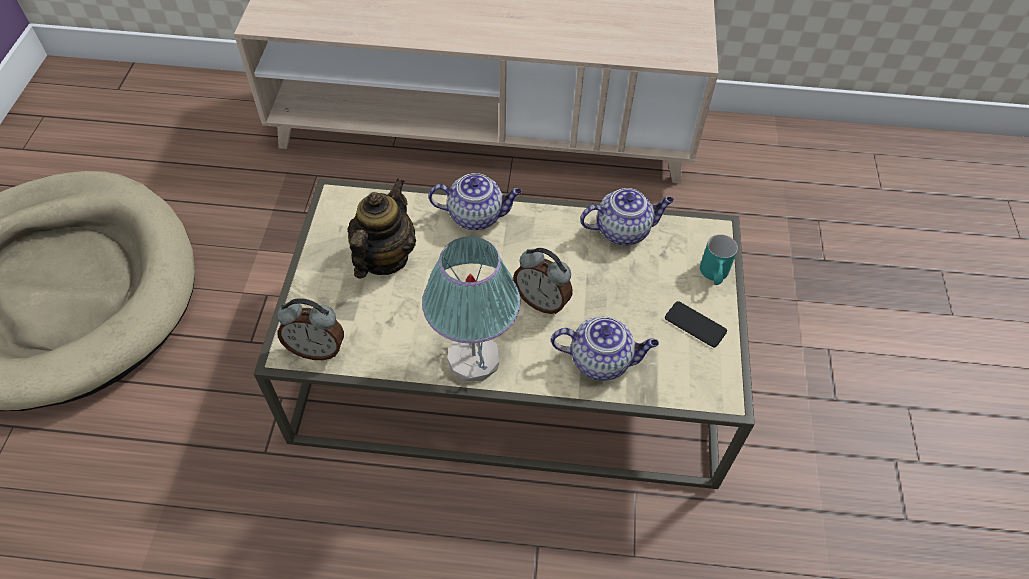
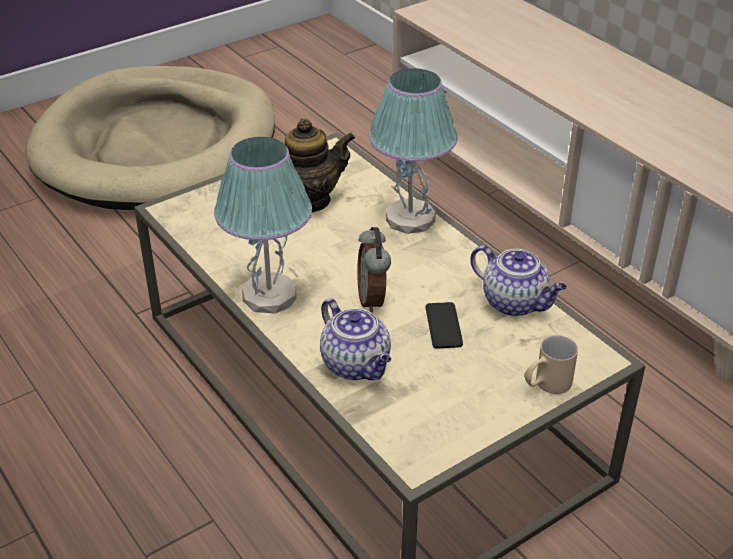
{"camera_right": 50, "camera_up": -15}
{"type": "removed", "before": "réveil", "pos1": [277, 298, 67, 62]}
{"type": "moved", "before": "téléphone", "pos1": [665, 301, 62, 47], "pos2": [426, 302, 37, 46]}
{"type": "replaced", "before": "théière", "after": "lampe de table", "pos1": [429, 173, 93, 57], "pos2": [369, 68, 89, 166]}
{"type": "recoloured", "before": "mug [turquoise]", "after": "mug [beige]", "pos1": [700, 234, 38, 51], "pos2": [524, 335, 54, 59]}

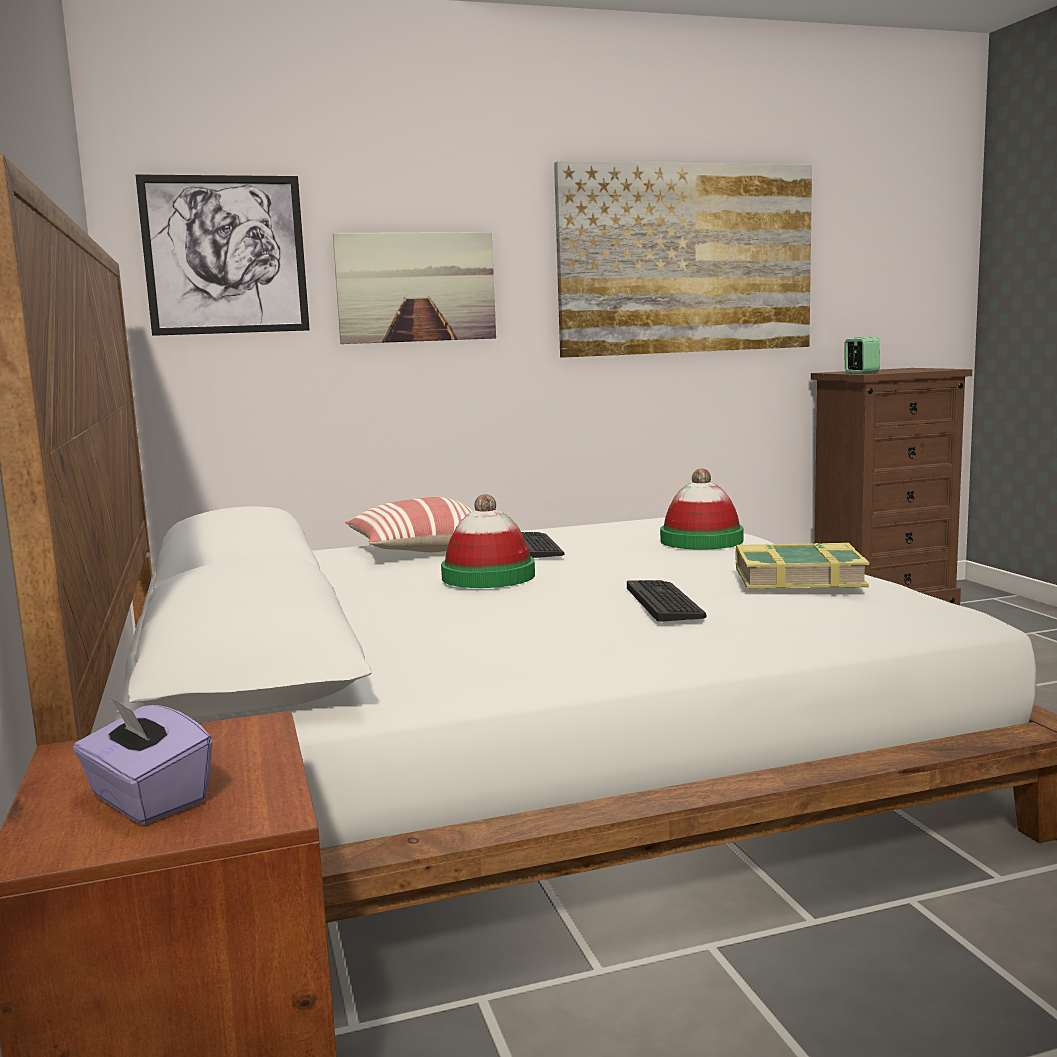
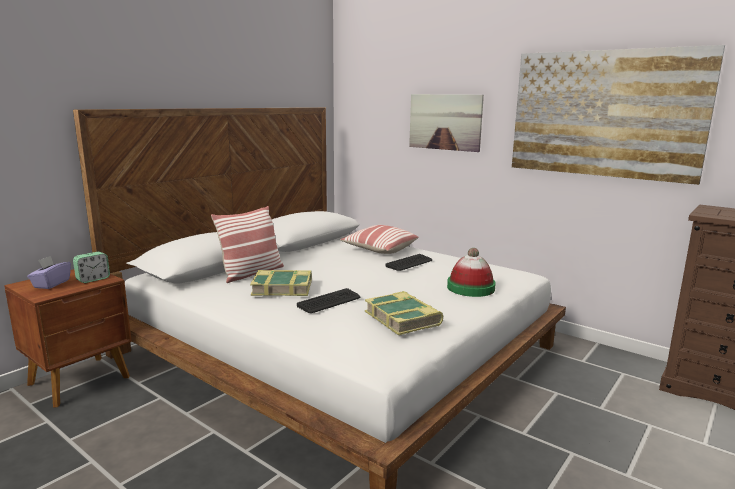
{"camera_right": 55, "camera_up": 5}
{"type": "removed", "before": "tableau", "pos1": [136, 174, 174, 162]}
{"type": "removed", "before": "chapeau", "pos1": [441, 494, 94, 94]}
{"type": "added", "after": "coussin", "pos2": [211, 206, 73, 77]}
{"type": "added", "after": "livre", "pos2": [250, 270, 62, 26]}
{"type": "moved", "before": "réveil", "pos1": [844, 337, 36, 37], "pos2": [73, 252, 37, 31]}

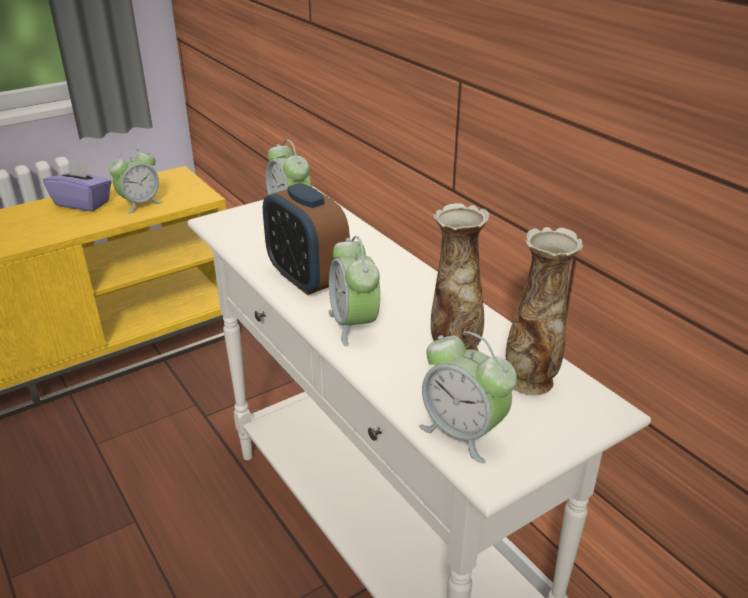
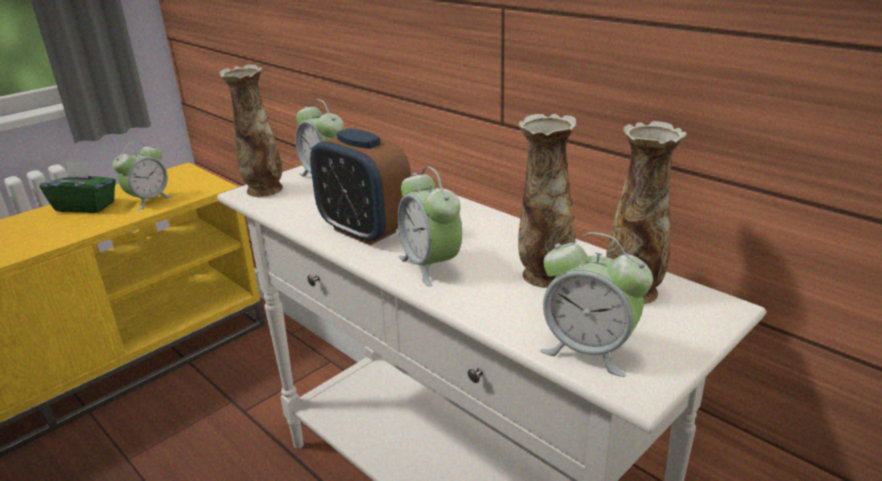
{"camera_right": -10, "camera_up": -5}
{"type": "added", "after": "vase", "pos2": [220, 65, 63, 132]}
{"type": "recoloured", "before": "boîte à mouchoirs [violet]", "after": "boîte à mouchoirs [vert]", "pos1": [43, 159, 69, 53], "pos2": [40, 162, 76, 51]}

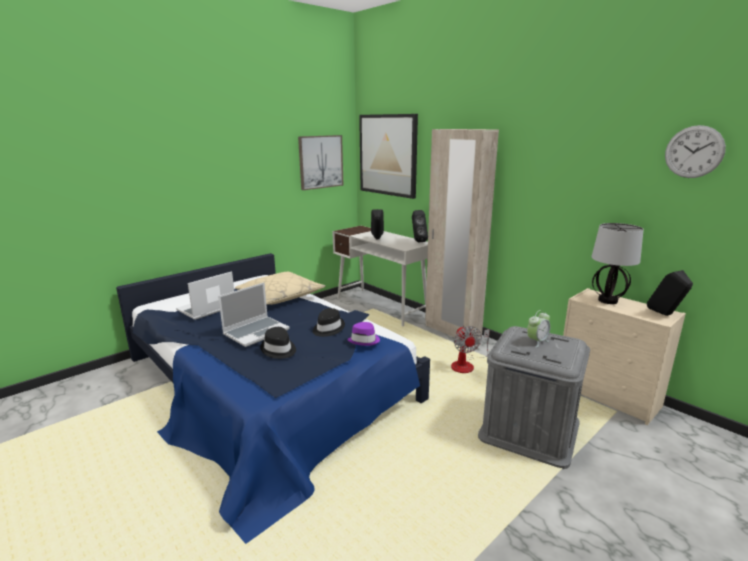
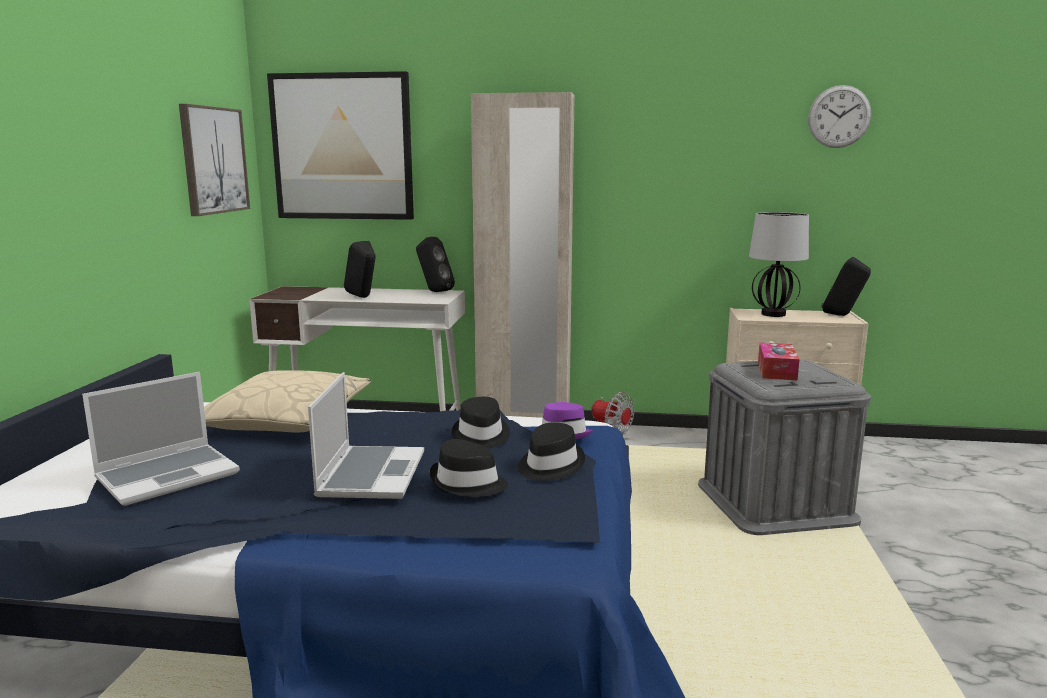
{"camera_right": -40, "camera_up": -5}
{"type": "added", "after": "chapeau [noir]", "pos2": [518, 423, 67, 58]}
{"type": "replaced", "before": "réveil", "after": "boîte à mouchoirs", "pos1": [527, 310, 23, 37], "pos2": [758, 342, 42, 38]}
{"type": "turned", "before": "ordinateur portable", "pos1": [176, 271, 58, 49], "pos2": [82, 372, 158, 134], "turn": -135}

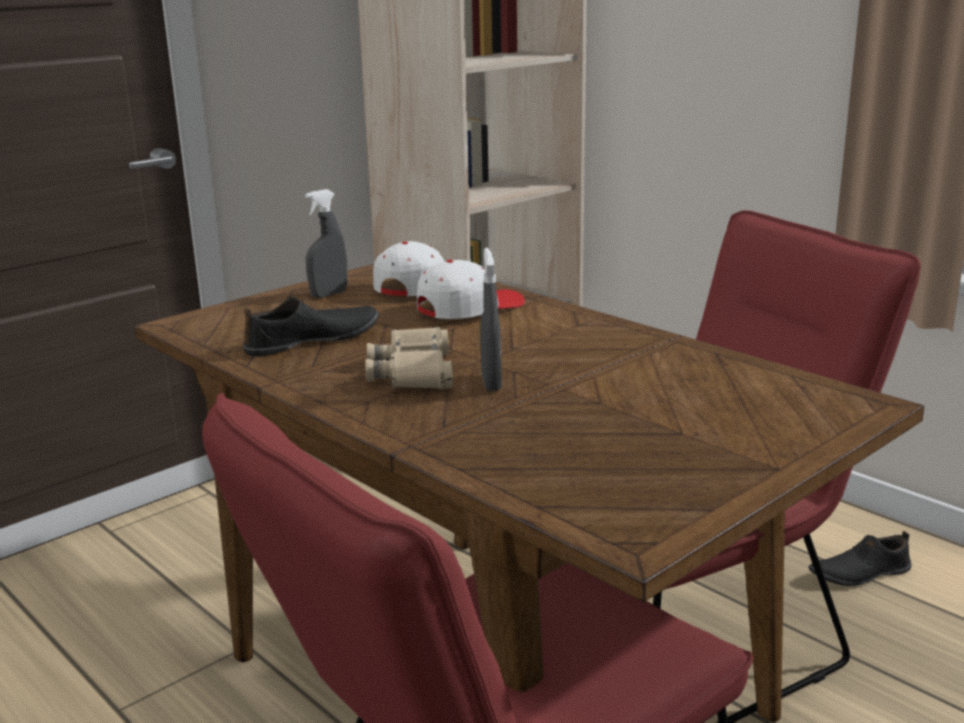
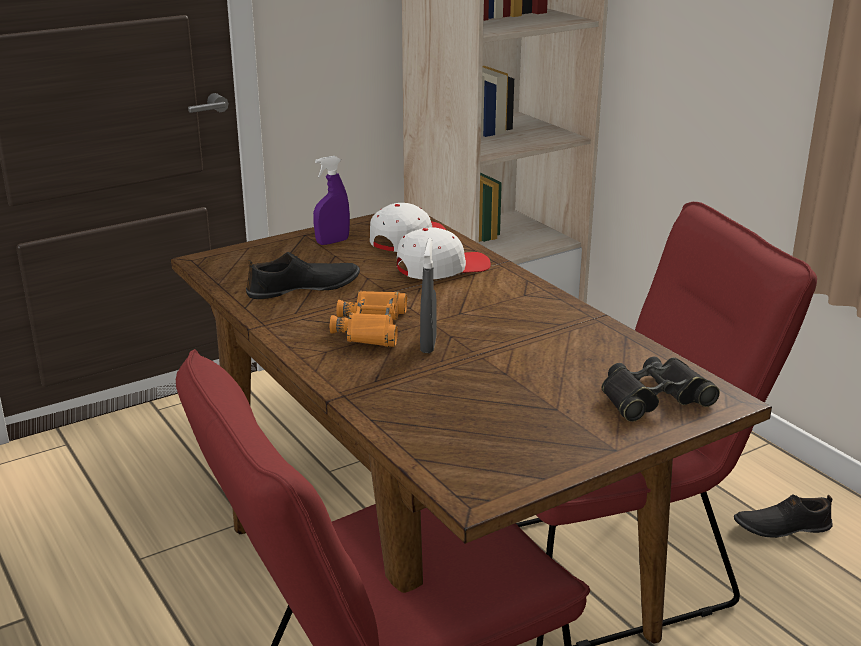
{"camera_right": 10, "camera_up": 5}
{"type": "added", "after": "jumelles [noir]", "pos2": [601, 357, 119, 65]}
{"type": "recoloured", "before": "vaporisateur [gris]", "after": "vaporisateur [violet]", "pos1": [305, 189, 42, 109], "pos2": [313, 156, 37, 89]}
{"type": "recoloured", "before": "jumelles [beige]", "after": "jumelles [orange]", "pos1": [365, 327, 88, 62], "pos2": [330, 291, 77, 56]}

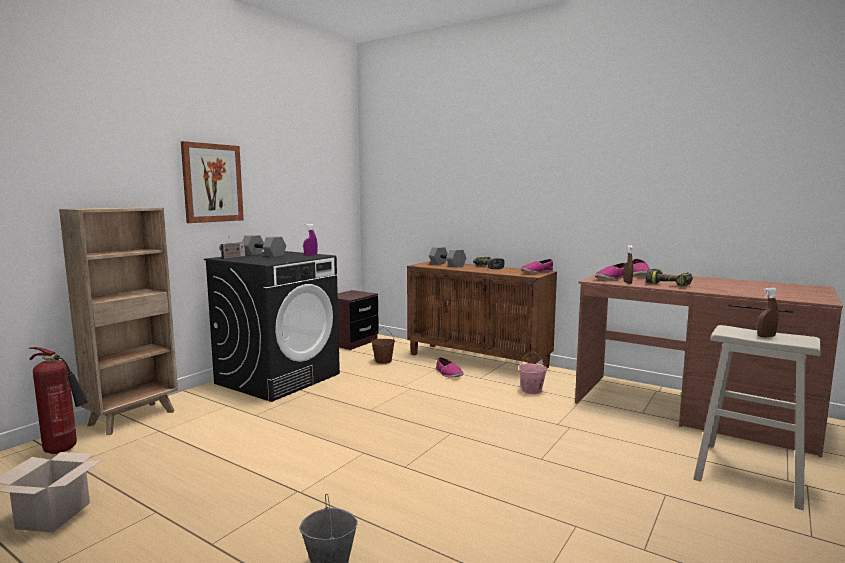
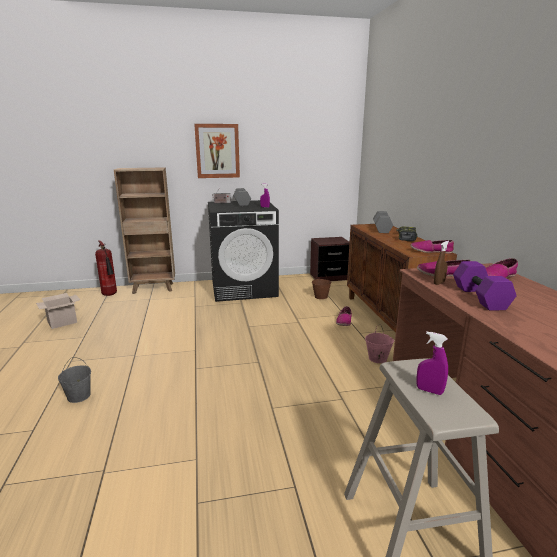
{"camera_right": 45, "camera_up": 10}
{"type": "replaced", "before": "perceuse", "after": "haltère [violet]", "pos1": [646, 269, 47, 18], "pos2": [453, 261, 64, 50]}
{"type": "recoloured", "before": "vaporisateur [marron]", "after": "vaporisateur [violet]", "pos1": [757, 288, 21, 49], "pos2": [416, 331, 32, 64]}

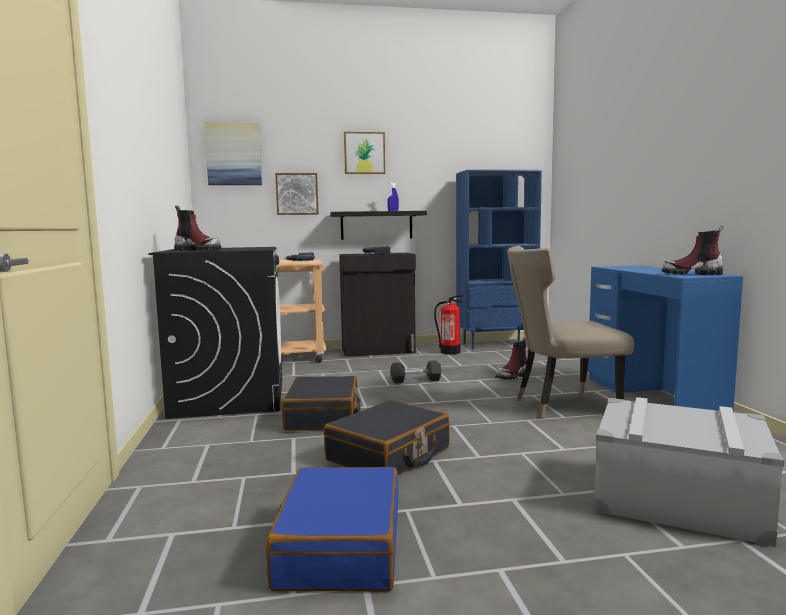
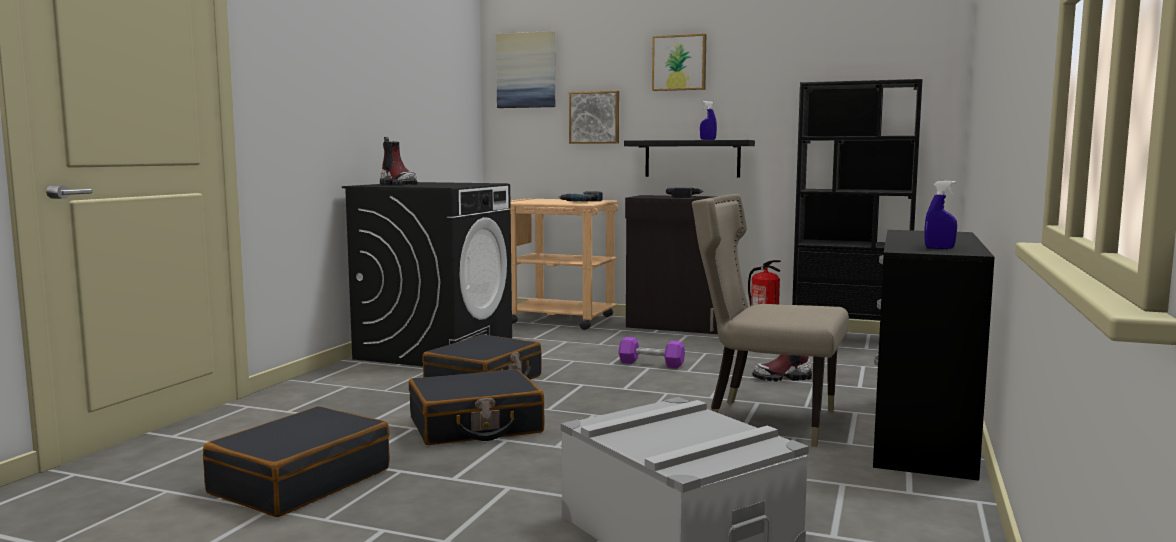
{"camera_right": 30, "camera_up": 0}
{"type": "replaced", "before": "botte", "after": "vaporisateur [bleu]", "pos1": [662, 226, 62, 49], "pos2": [924, 181, 33, 68]}
{"type": "recoloured", "before": "valise [bleu]", "after": "valise [noir]", "pos1": [266, 467, 133, 125], "pos2": [203, 406, 187, 111]}
{"type": "recoloured", "before": "haltère [noir]", "after": "haltère [violet]", "pos1": [391, 360, 51, 23], "pos2": [618, 337, 67, 31]}
{"type": "recoloured", "before": "bibliothèque [bleu]", "after": "bibliothèque [noir]", "pos1": [456, 170, 86, 179], "pos2": [792, 79, 131, 241]}
{"type": "recoloured", "before": "bureau [bleu]", "after": "bureau [noir]", "pos1": [588, 265, 155, 146], "pos2": [873, 230, 122, 251]}

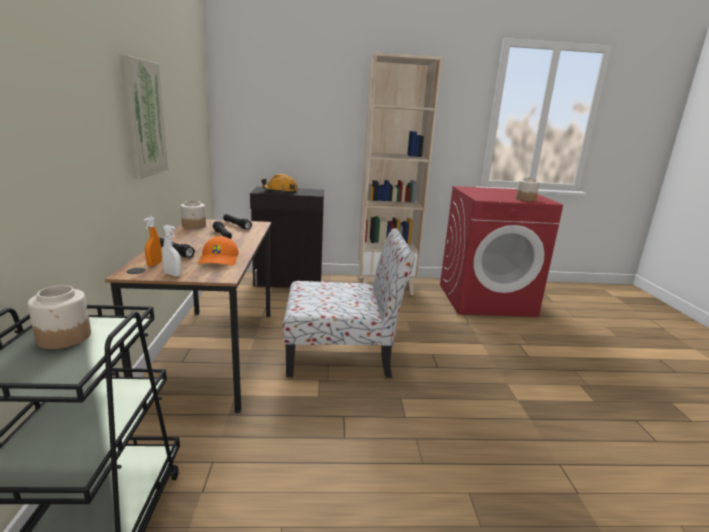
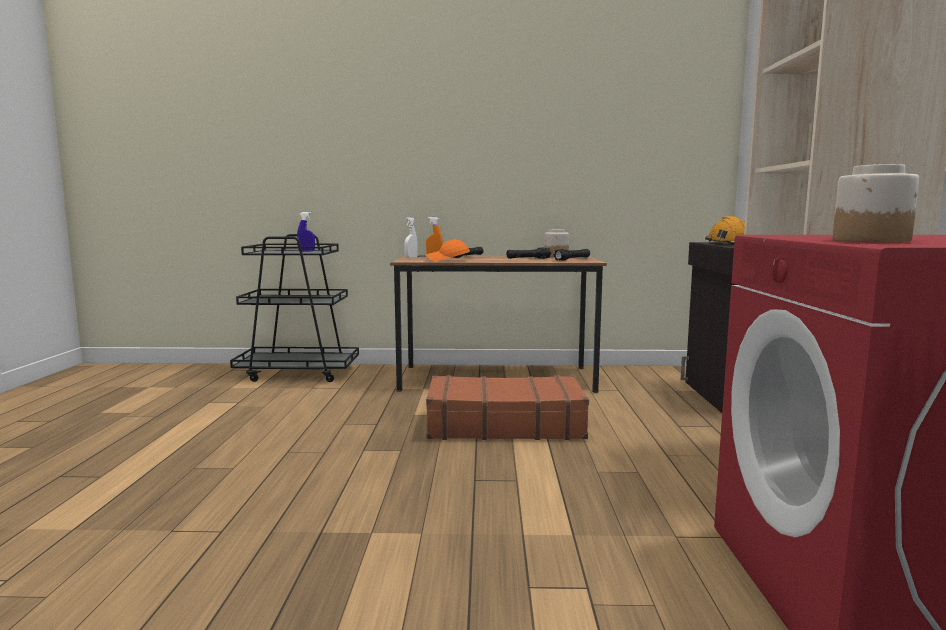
{"camera_right": 95, "camera_up": -10}
{"type": "removed", "before": "tableau", "pos1": [119, 55, 50, 124]}
{"type": "replaced", "before": "bocal", "after": "vaporisateur [bleu]", "pos1": [28, 285, 63, 64], "pos2": [297, 212, 18, 40]}
{"type": "replaced", "before": "chaise", "after": "valise [marron]", "pos1": [283, 228, 132, 150], "pos2": [426, 375, 163, 65]}

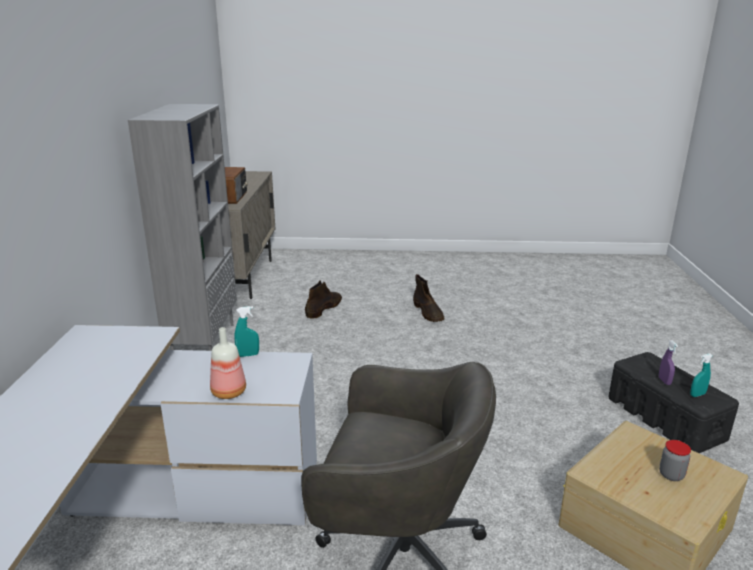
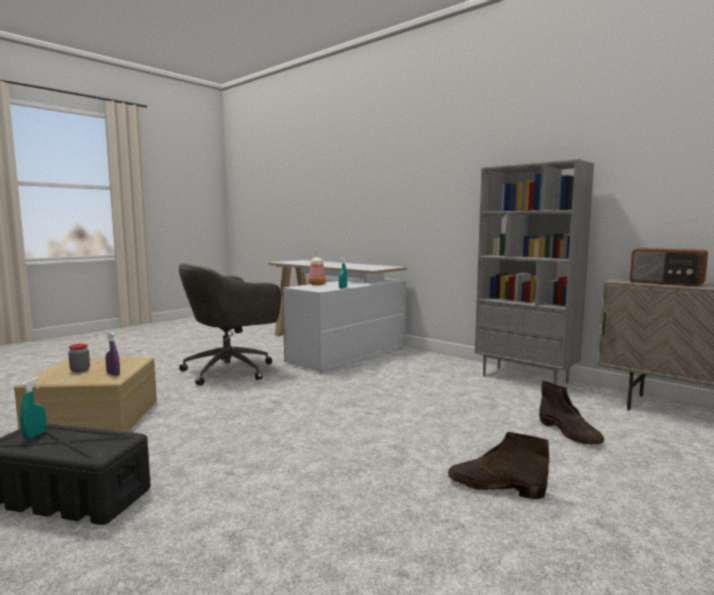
{"camera_right": 130, "camera_up": -15}
{"type": "moved", "before": "vaporisateur [violet]", "pos1": [659, 340, 19, 45], "pos2": [105, 331, 15, 45]}

